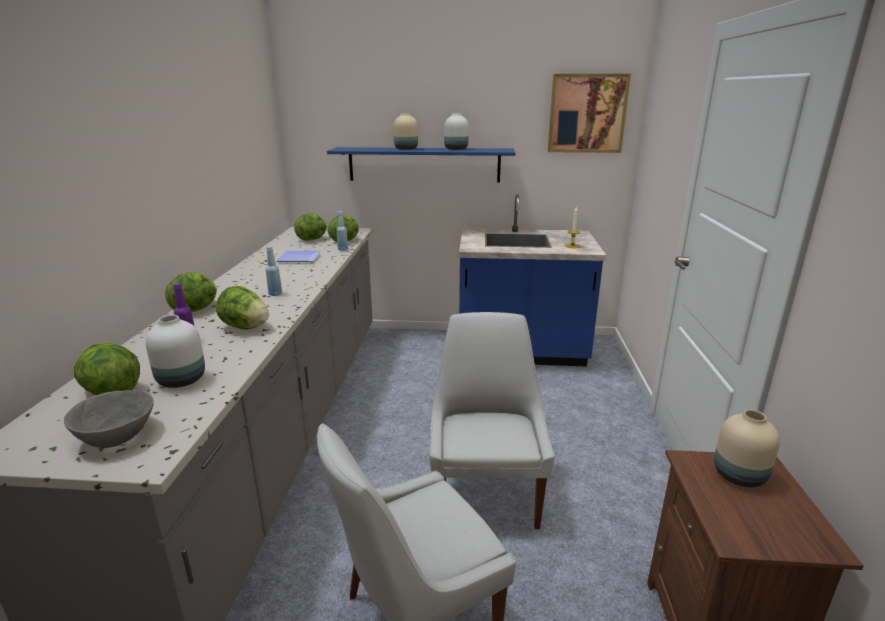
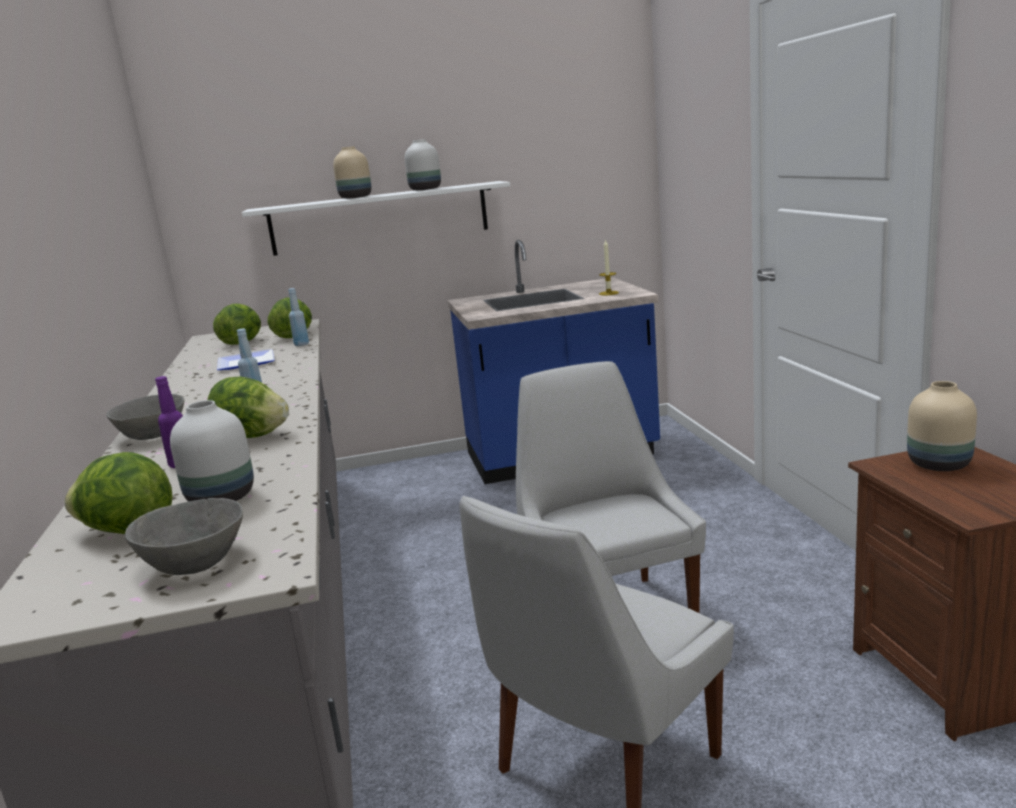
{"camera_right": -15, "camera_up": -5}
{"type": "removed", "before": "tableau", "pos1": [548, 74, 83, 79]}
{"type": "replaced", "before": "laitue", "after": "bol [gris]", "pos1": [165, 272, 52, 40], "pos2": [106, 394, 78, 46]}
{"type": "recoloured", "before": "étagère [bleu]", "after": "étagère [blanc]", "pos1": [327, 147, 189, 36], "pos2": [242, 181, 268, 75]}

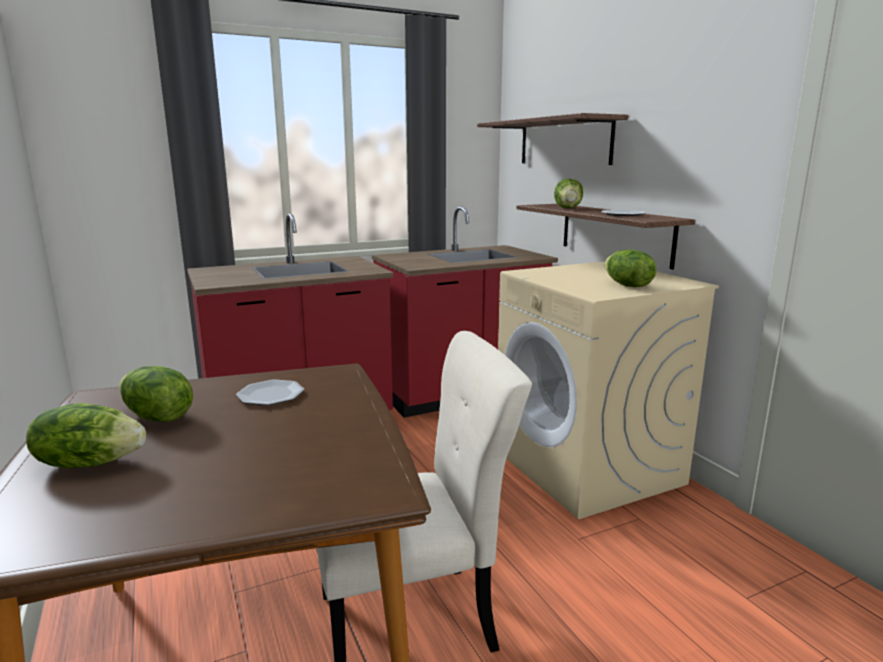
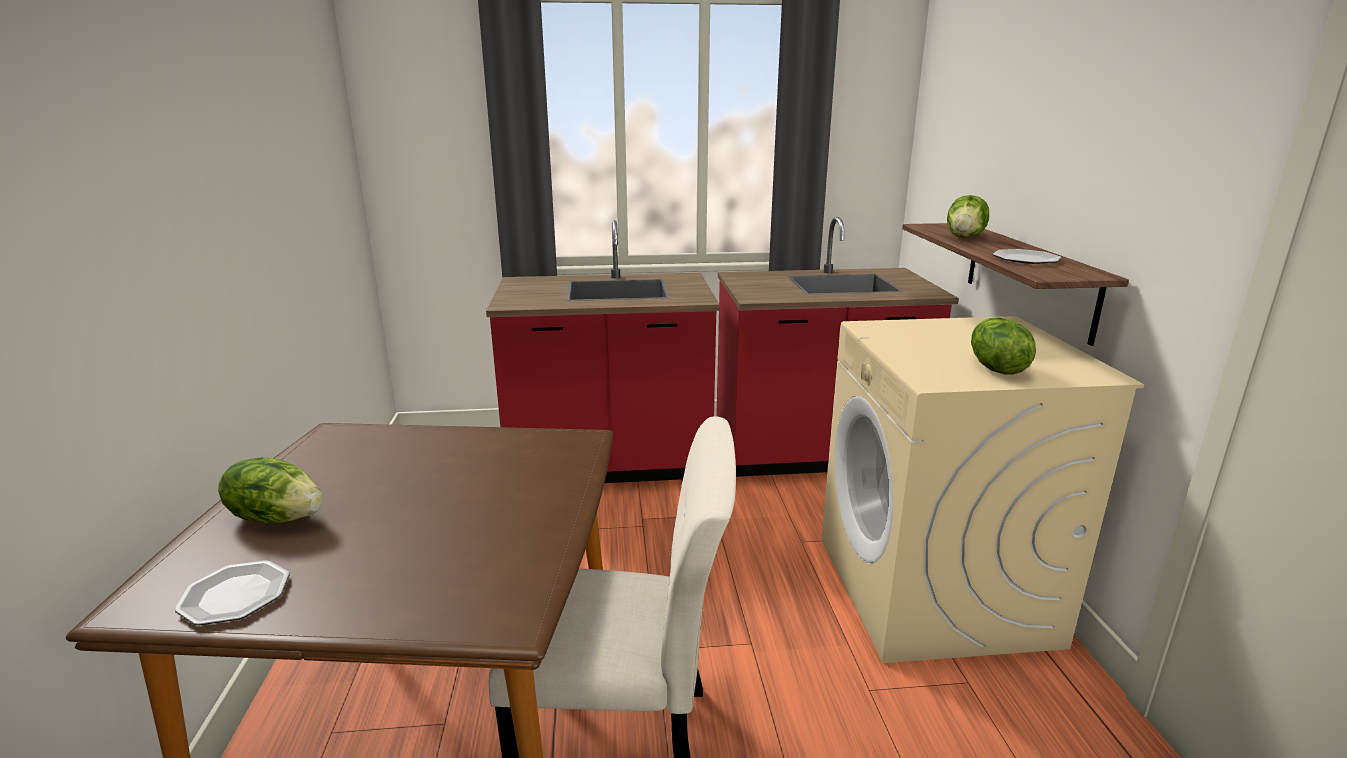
{"camera_right": 20, "camera_up": 5}
{"type": "removed", "before": "laitue", "pos1": [119, 366, 74, 56]}
{"type": "removed", "before": "étagère", "pos1": [477, 113, 152, 52]}
{"type": "moved", "before": "assiette", "pos1": [236, 379, 68, 27], "pos2": [175, 560, 115, 65]}

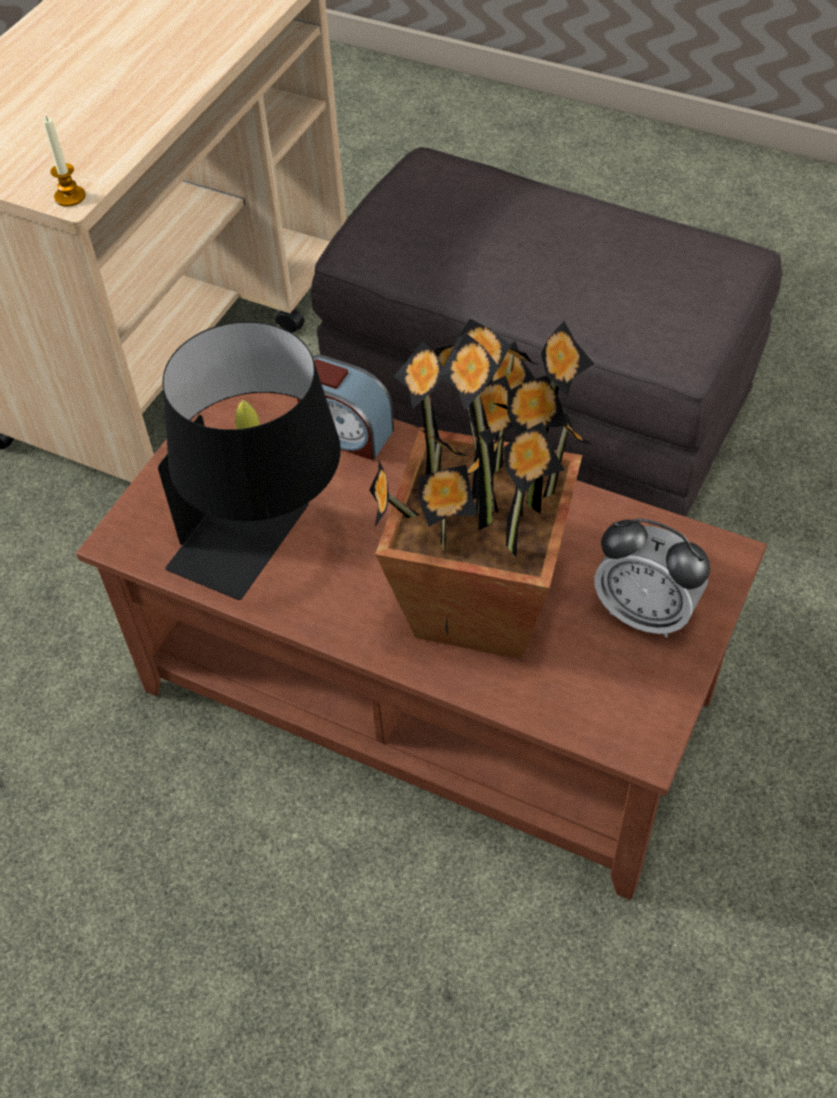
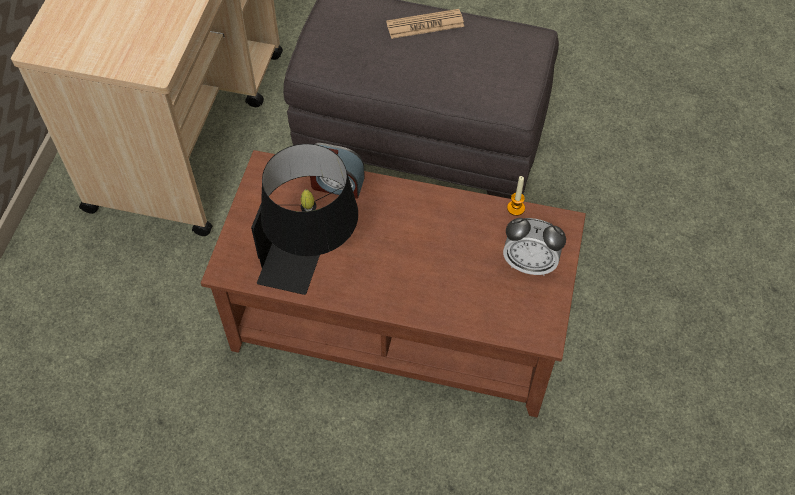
{"camera_right": -15, "camera_up": 5}
{"type": "removed", "before": "plante en pot", "pos1": [369, 319, 225, 341]}
{"type": "added", "after": "journal", "pos2": [386, 9, 78, 30]}
{"type": "moved", "before": "bougie", "pos1": [43, 116, 43, 91], "pos2": [507, 176, 18, 40]}

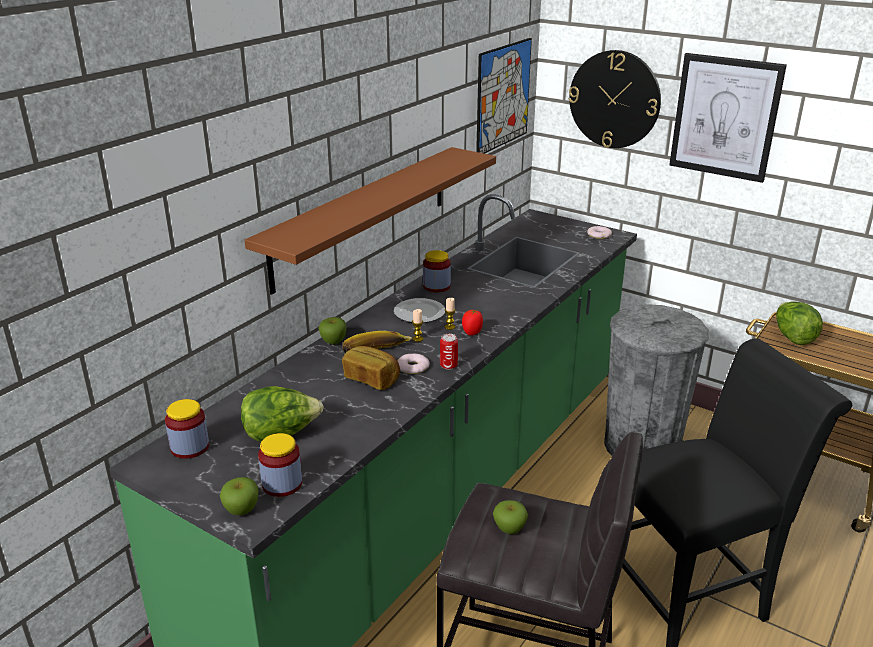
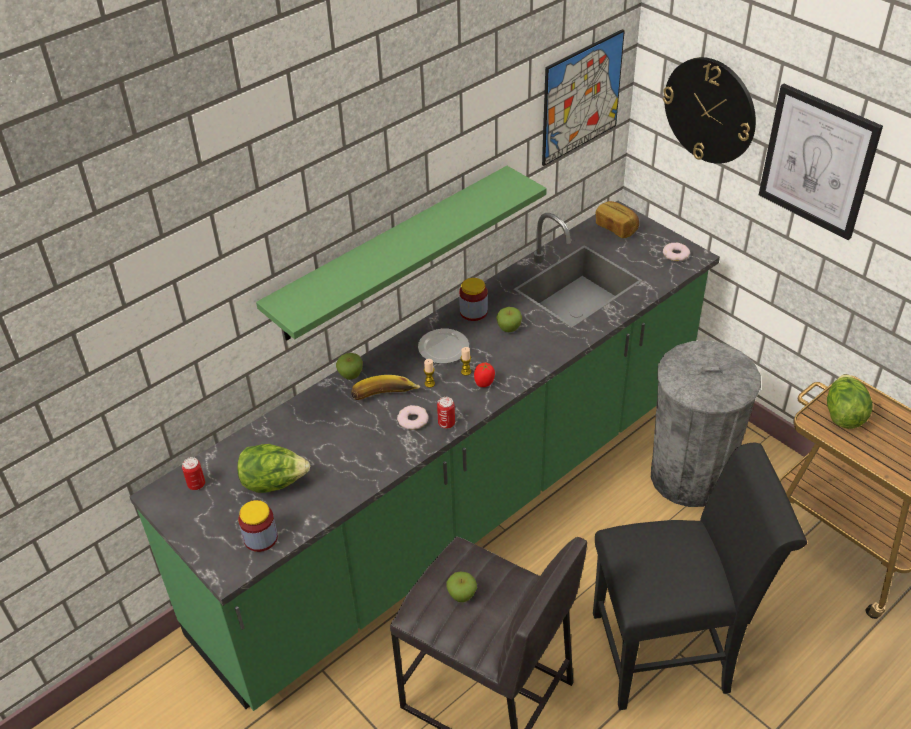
{"camera_right": 15, "camera_up": 15}
{"type": "moved", "before": "pomme", "pos1": [220, 477, 39, 38], "pos2": [496, 307, 26, 25]}
{"type": "moved", "before": "pain", "pos1": [342, 346, 58, 44], "pos2": [596, 201, 43, 37]}
{"type": "replaced", "before": "bocal", "after": "boîte métallique", "pos1": [165, 399, 44, 60], "pos2": [182, 457, 23, 33]}
{"type": "recoloured", "before": "étagère [marron]", "after": "étagère [vert]", "pos1": [244, 147, 252, 148], "pos2": [256, 166, 291, 175]}

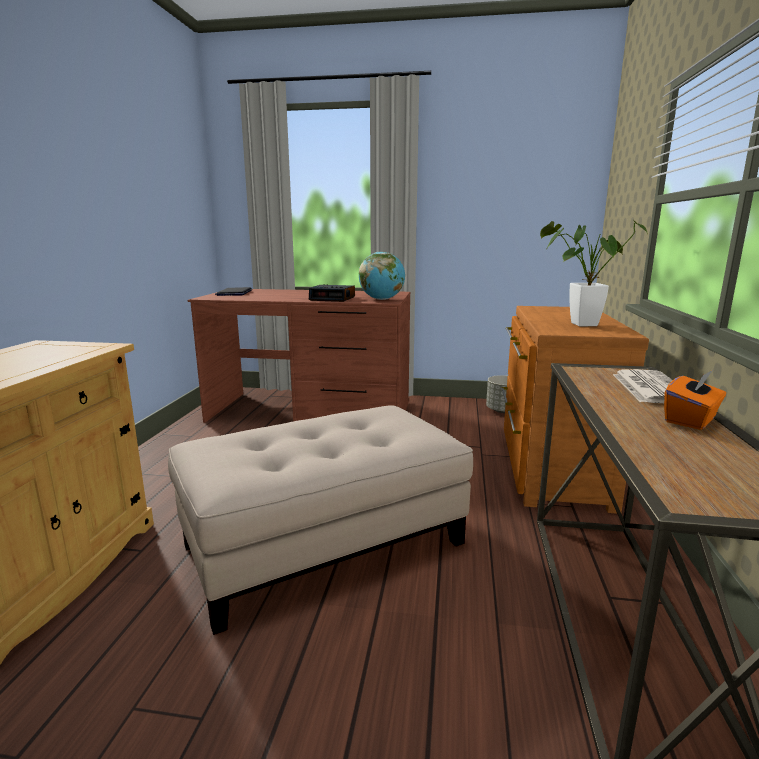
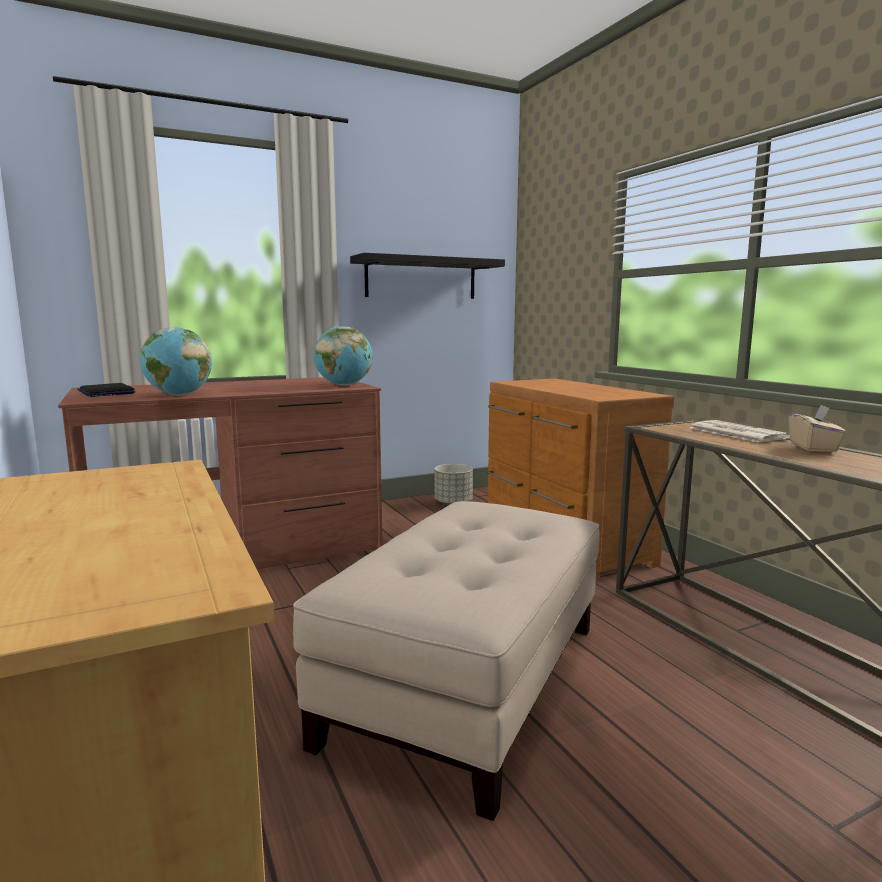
{"camera_right": -35, "camera_up": -5}
{"type": "removed", "before": "réveil", "pos1": [309, 284, 46, 18]}
{"type": "removed", "before": "plante en pot", "pos1": [540, 219, 107, 107]}
{"type": "added", "after": "globe", "pos2": [140, 327, 72, 68]}
{"type": "added", "after": "étagère [noir]", "pos2": [350, 253, 155, 46]}
{"type": "recoloured", "before": "boîte à mouchoirs [orange]", "after": "boîte à mouchoirs [beige]", "pos1": [664, 370, 62, 60], "pos2": [789, 405, 58, 47]}

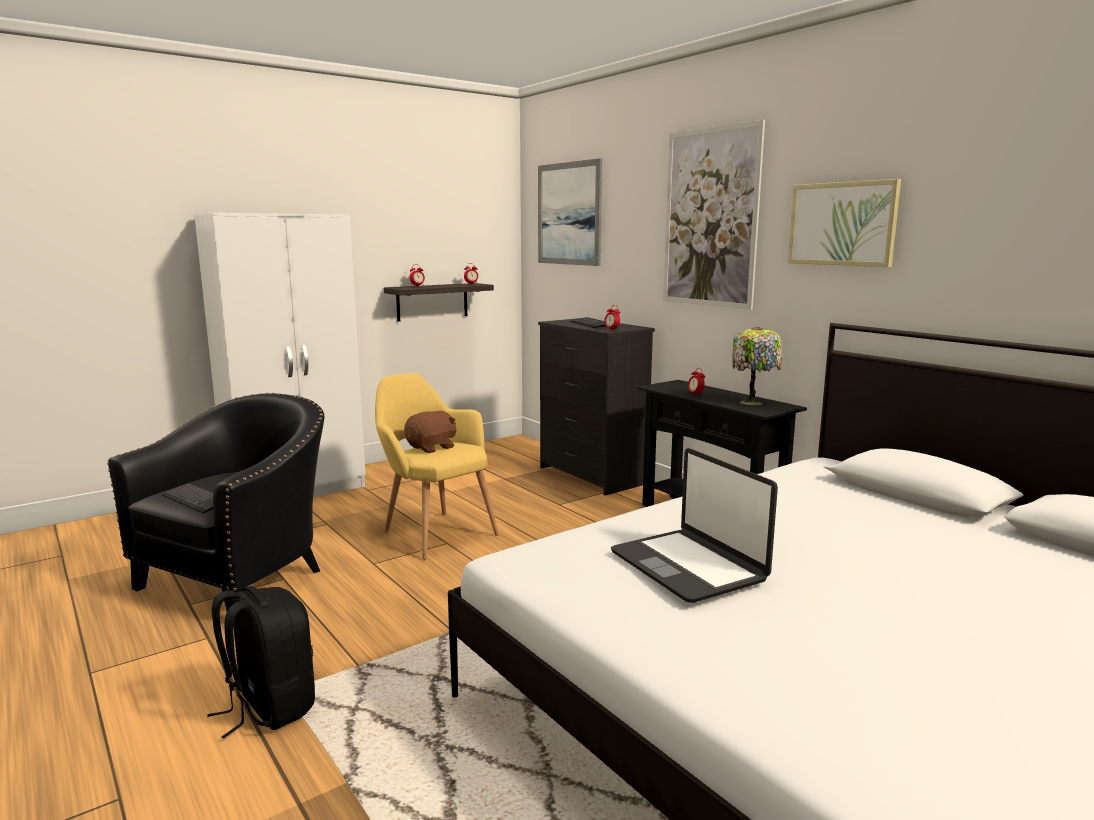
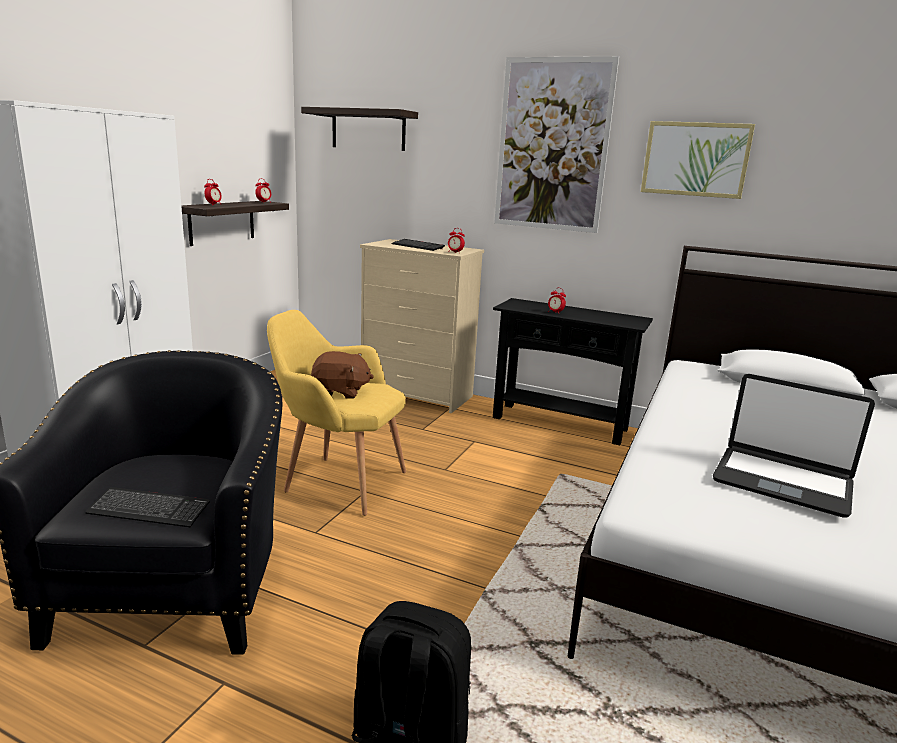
{"camera_right": -30, "camera_up": 5}
{"type": "removed", "before": "lampe de table", "pos1": [733, 327, 49, 78]}
{"type": "replaced", "before": "tableau", "after": "étagère", "pos1": [538, 158, 64, 108], "pos2": [301, 107, 117, 44]}
{"type": "recoloured", "before": "commode [noir]", "after": "commode [beige]", "pos1": [538, 318, 117, 178], "pos2": [360, 239, 124, 174]}
{"type": "turned", "before": "peluche [marron]", "pos1": [404, 411, 52, 42], "pos2": [311, 351, 63, 48], "turn": 75}

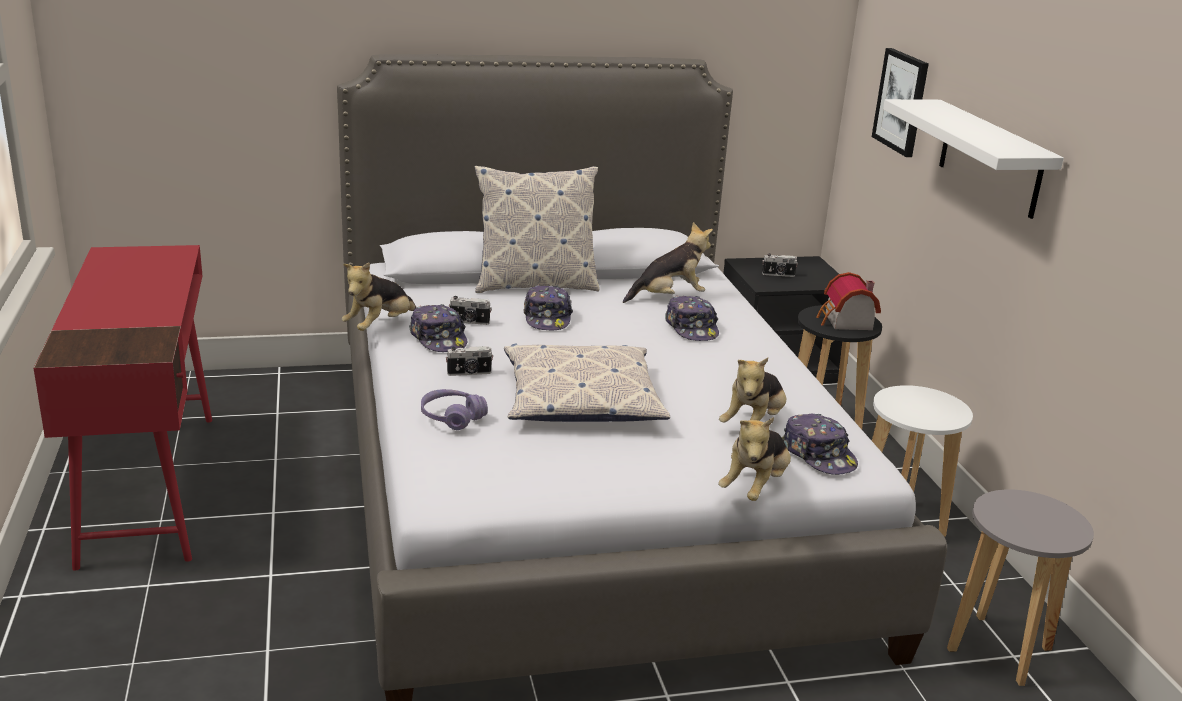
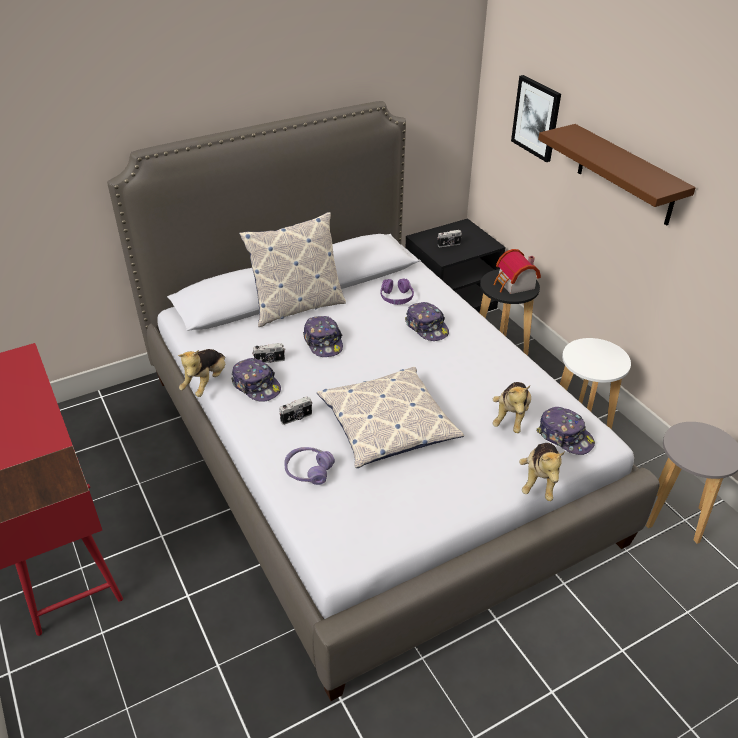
{"camera_right": -15, "camera_up": 15}
{"type": "replaced", "before": "peluche", "after": "casque audio [violet]", "pos1": [623, 222, 90, 81], "pos2": [381, 278, 33, 27]}
{"type": "recoloured", "before": "étagère [blanc]", "after": "étagère [marron]", "pos1": [883, 99, 181, 120], "pos2": [538, 124, 158, 101]}

